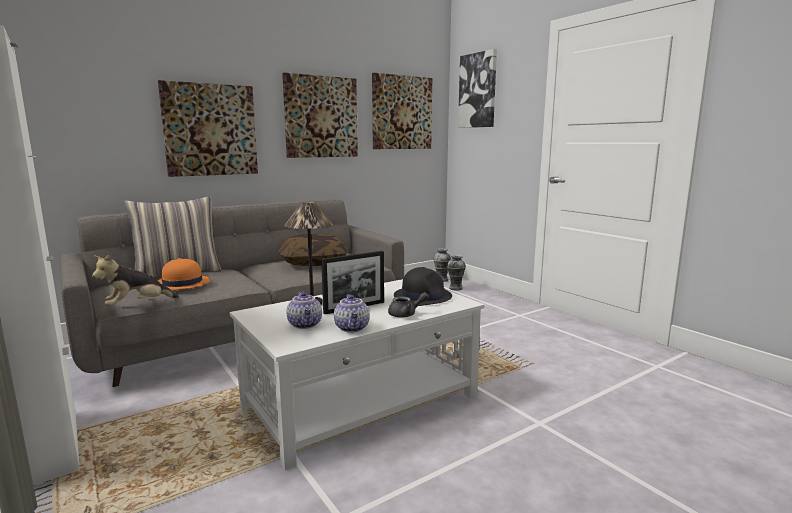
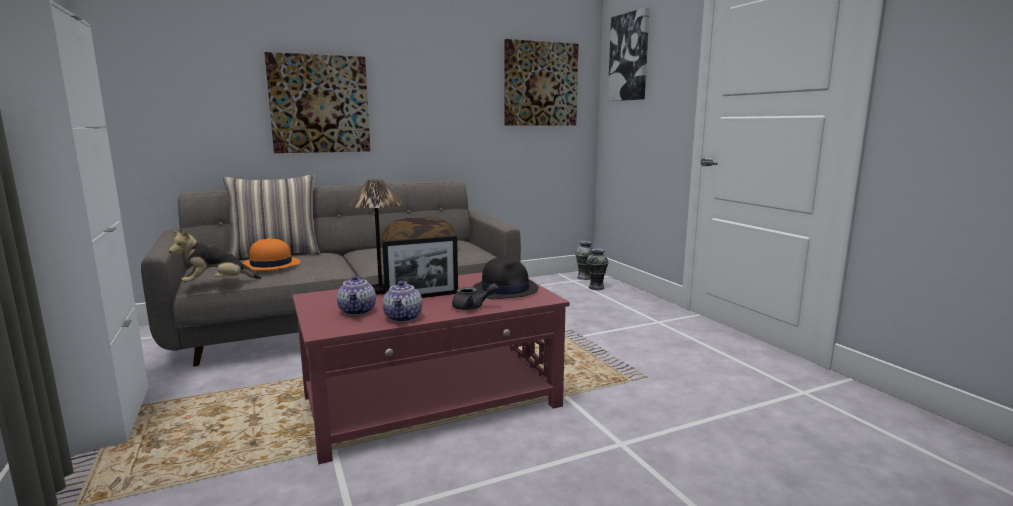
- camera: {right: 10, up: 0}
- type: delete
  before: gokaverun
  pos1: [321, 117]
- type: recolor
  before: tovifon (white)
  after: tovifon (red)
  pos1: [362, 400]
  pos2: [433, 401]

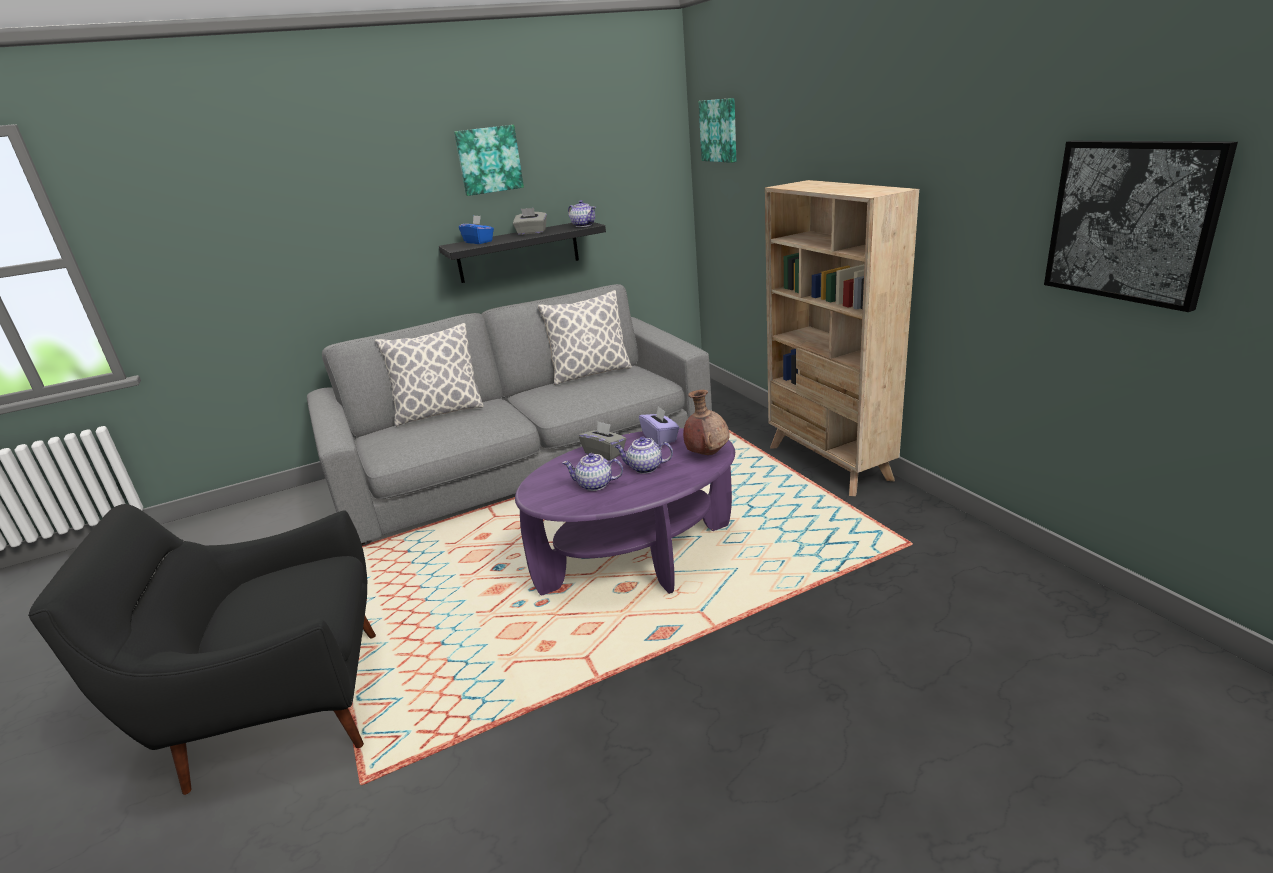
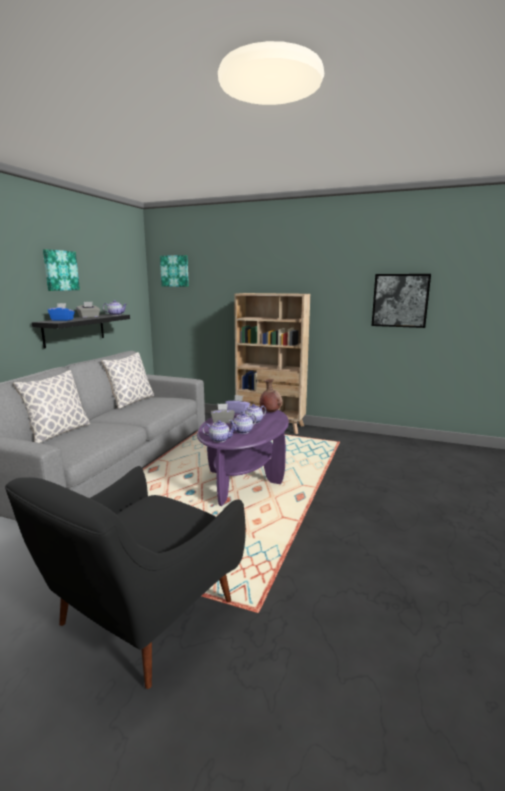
- camera: {right: -45, up: -10}
- type: insert
  after: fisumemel
  pos2: [219, 439]

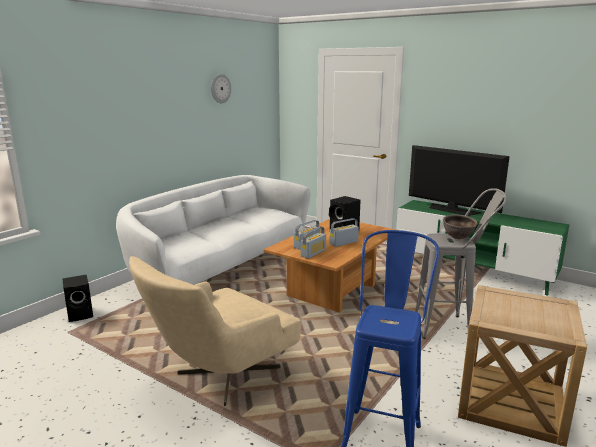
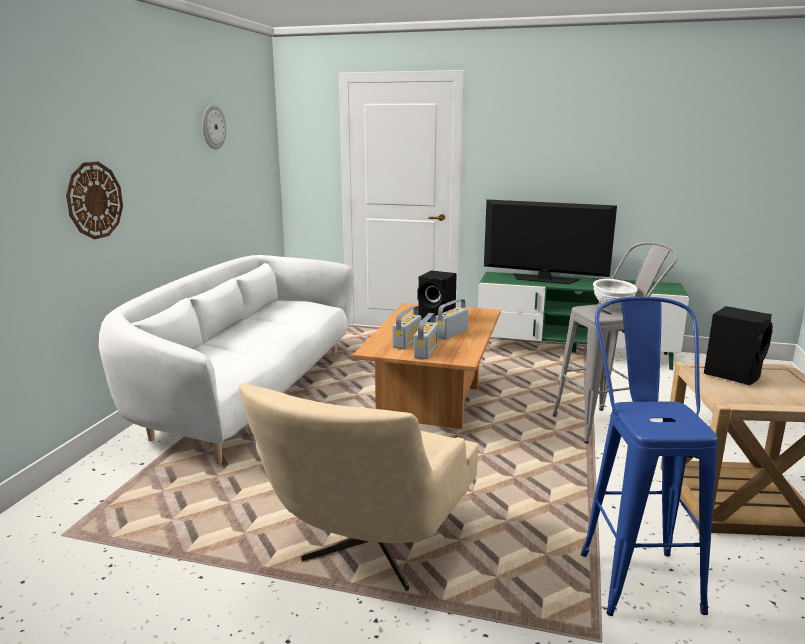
- camera: {right: -20, up: 0}
- type: recolor
  before: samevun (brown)
  after: samevun (white)
  pos1: [457, 238]
  pos2: [612, 308]
- type: move
  before: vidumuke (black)
  pos1: [81, 314]
  pos2: [733, 374]
- type: insert
  after: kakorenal
  pos2: [94, 200]

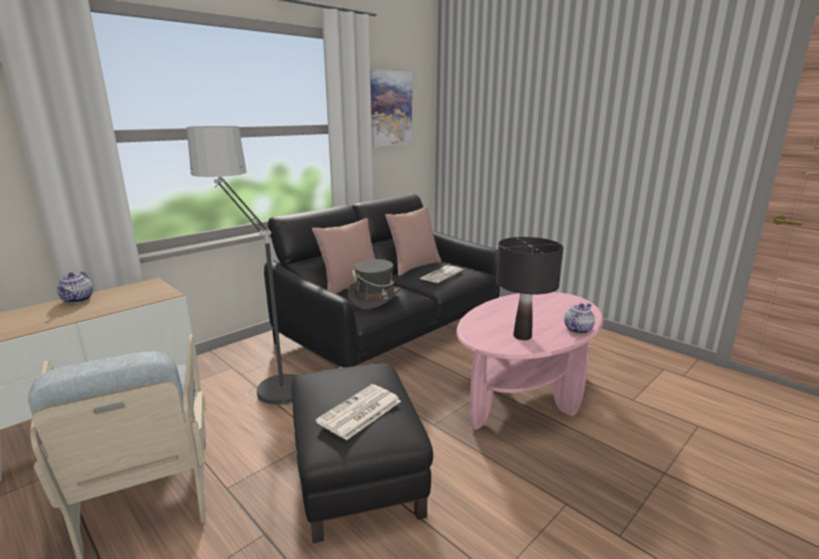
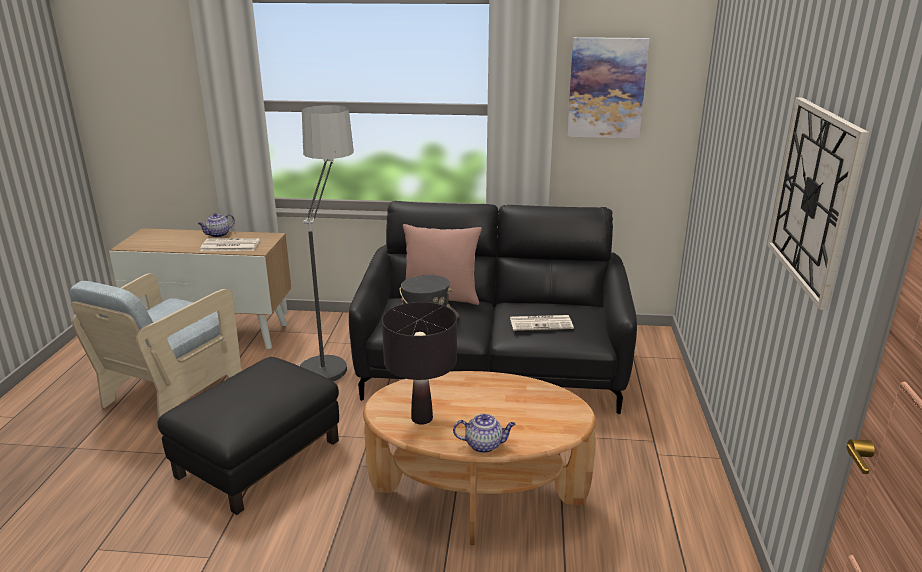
- camera: {right: 50, up: 5}
- type: delete
  before: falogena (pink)
  pos1: [414, 267]
- type: recolor
  before: tovifon (pink)
  after: tovifon (brown)
  pos1: [525, 393]
  pos2: [477, 497]
- type: move
  before: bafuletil
  pos1: [359, 412]
  pos2: [229, 246]
- type: insert
  after: kakorenal
  pos2: [814, 197]

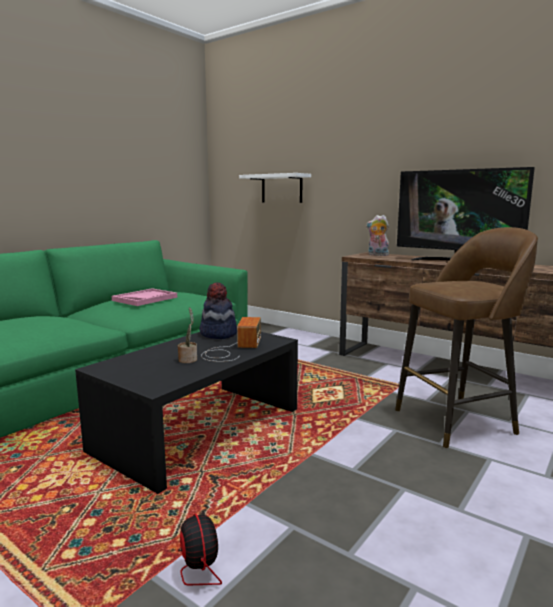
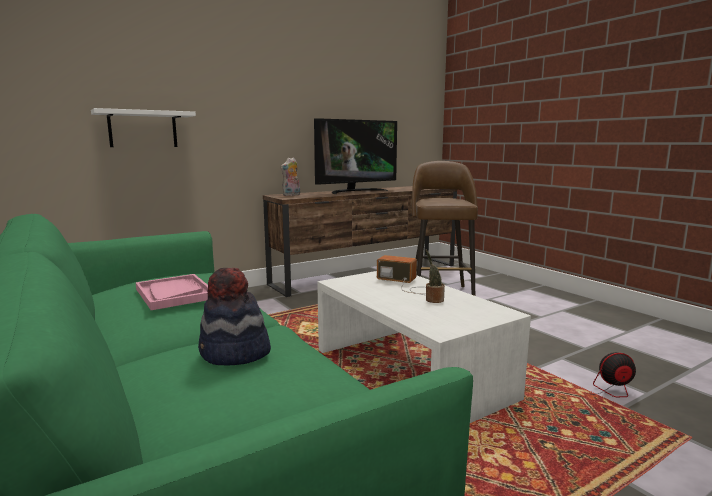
- camera: {right: -70, up: 0}
- type: move
  before: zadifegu
  pos1: [218, 334]
  pos2: [234, 354]
- type: recolor
  before: tovifon (black)
  after: tovifon (white)
  pos1: [199, 428]
  pos2: [409, 373]

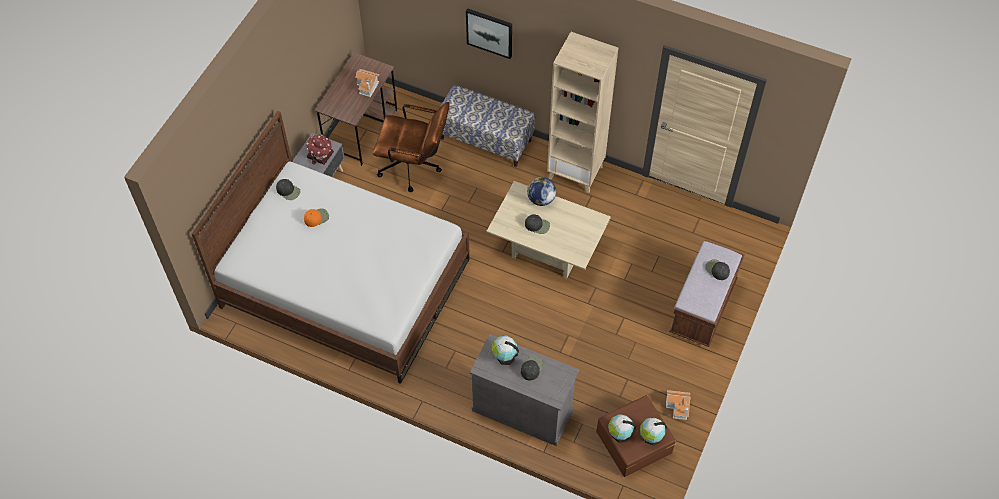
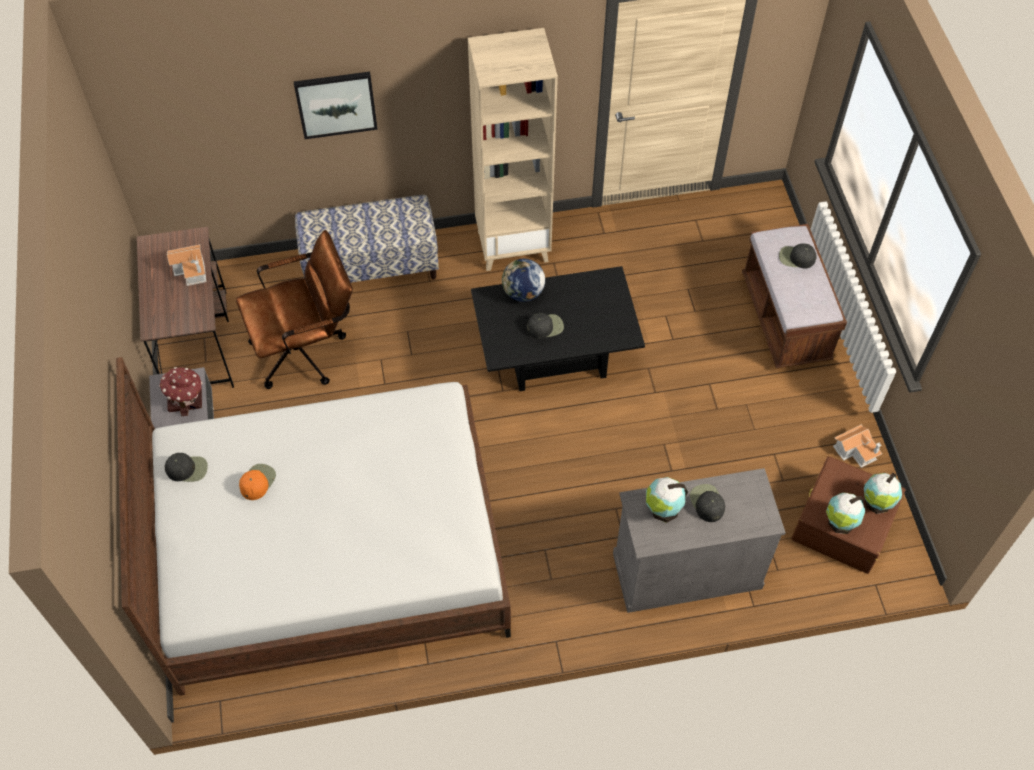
- camera: {right: -35, up: 0}
- type: recolor
  before: tovifon (beige)
  after: tovifon (black)
  pos1: [547, 250]
  pos2: [554, 357]

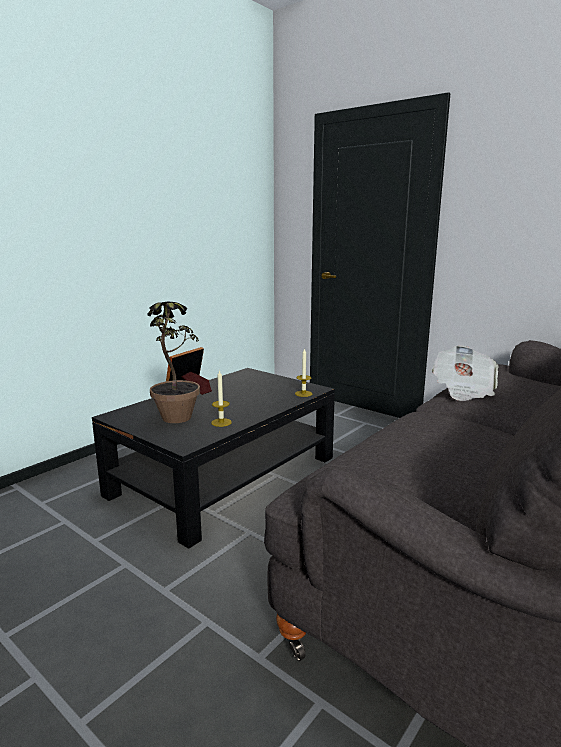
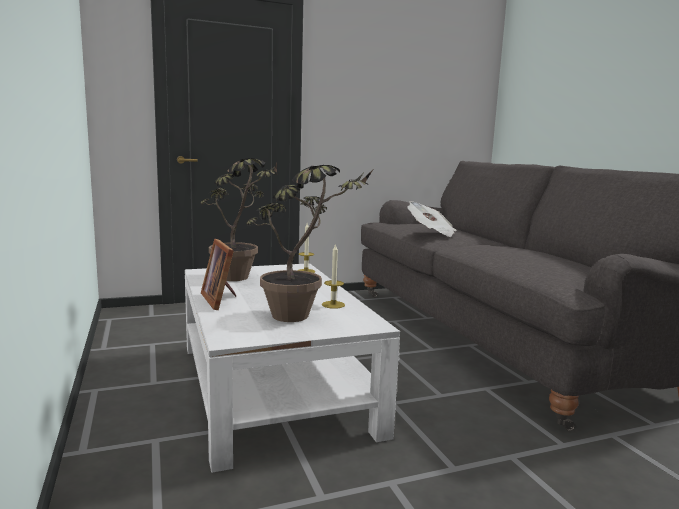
- camera: {right: -60, up: -5}
- type: recolor
  before: tovifon (black)
  after: tovifon (white)
  pos1: [224, 476]
  pos2: [273, 386]
- type: insert
  after: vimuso
  pos2: [240, 279]

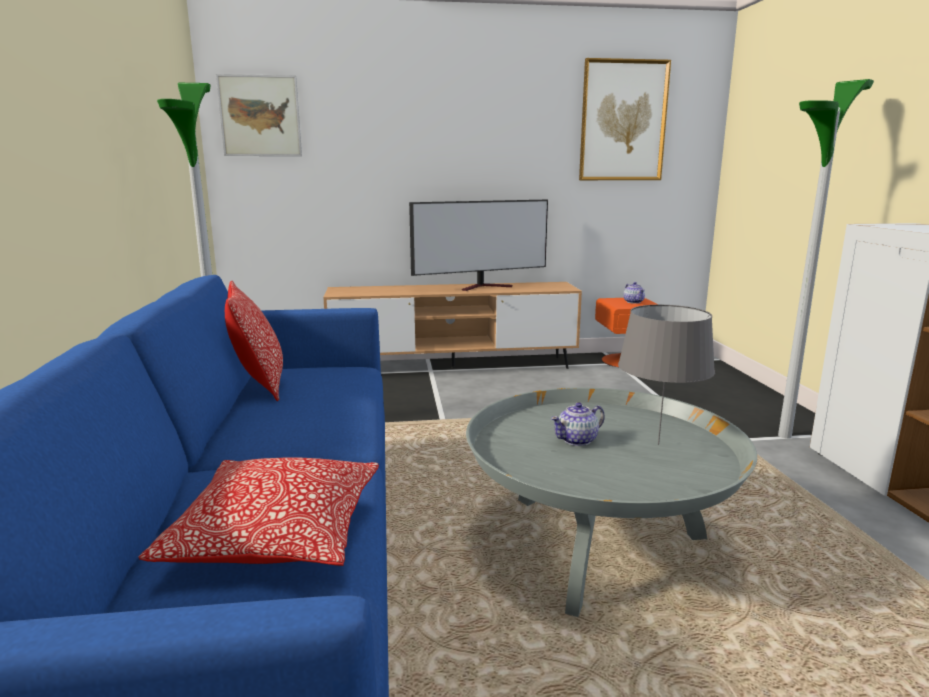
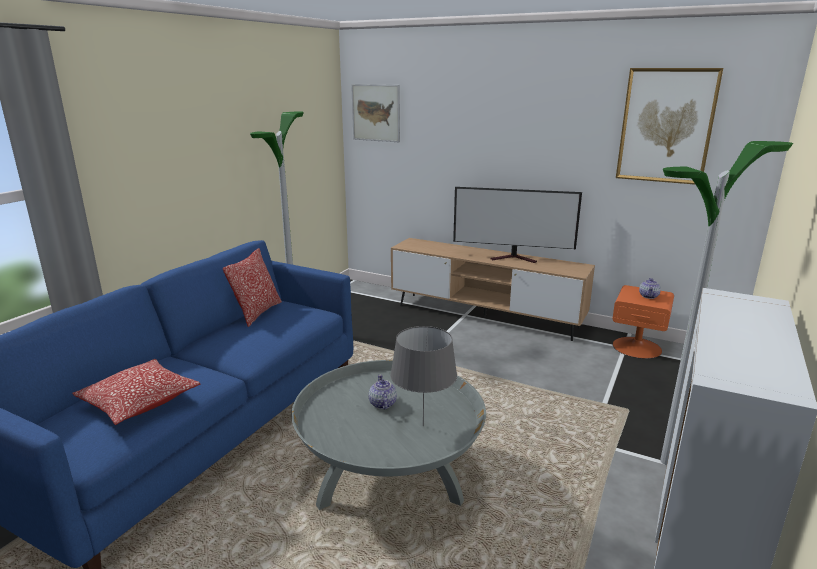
- camera: {right: 35, up: 5}
- type: rotate
  before: fisumemel
  pos1: [577, 440]
  pos2: [382, 404]
  turn: 75

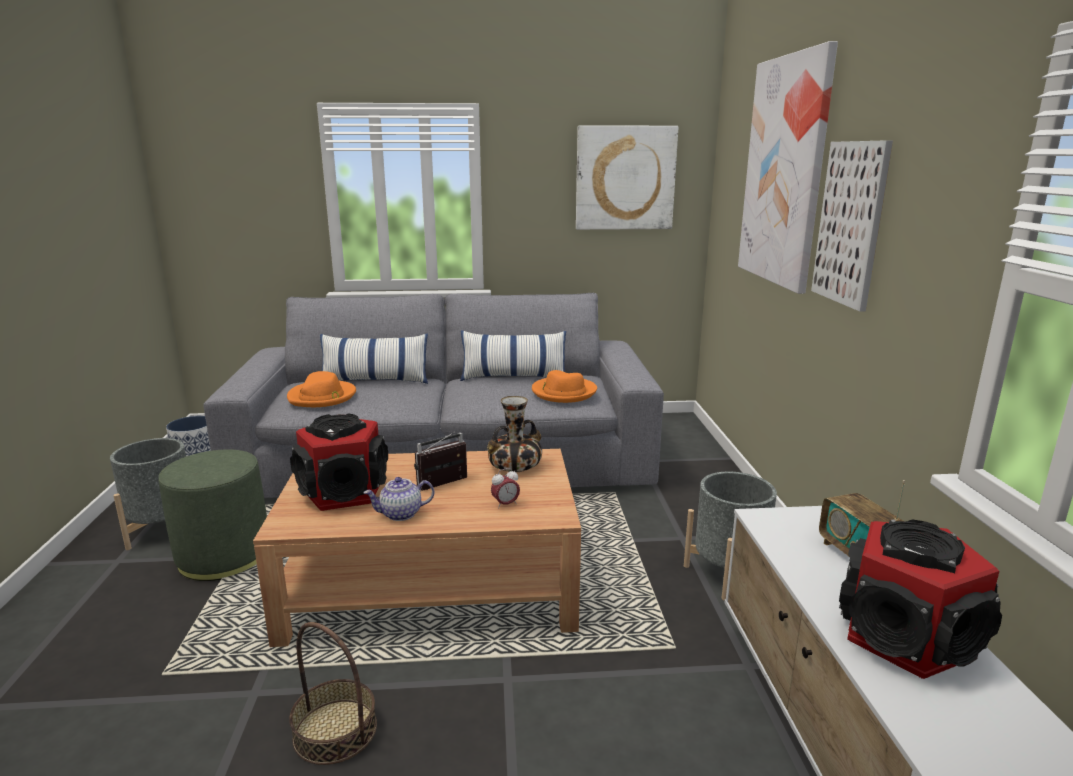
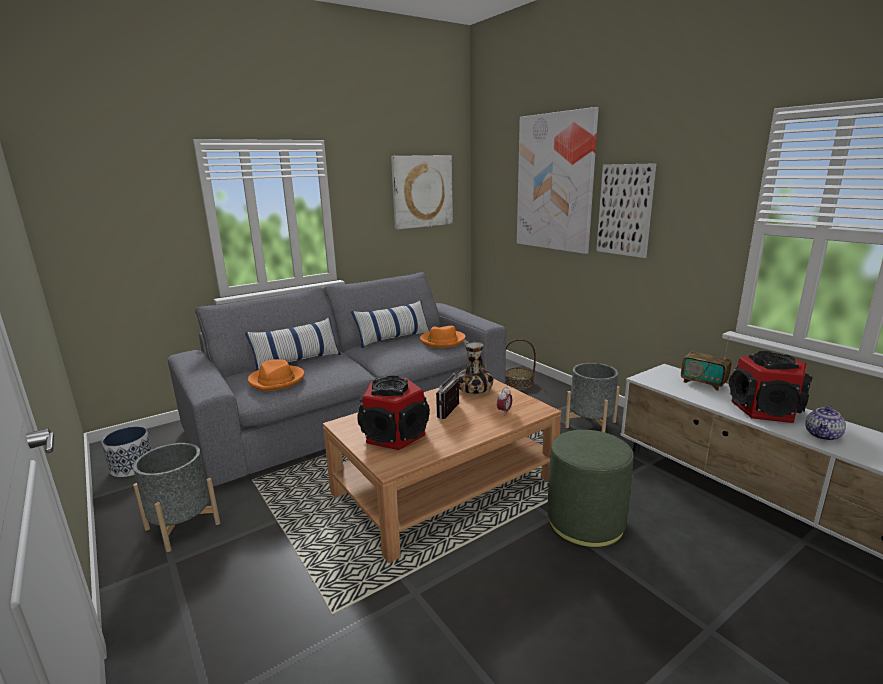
- camera: {right: -30, up: 0}
- type: move
  before: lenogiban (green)
  pos1: [224, 556]
  pos2: [585, 522]
- type: move
  before: fisumemel
  pos1: [400, 514]
  pos2: [823, 435]
- type: move
  before: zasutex
  pos1: [335, 731]
  pos2: [518, 382]

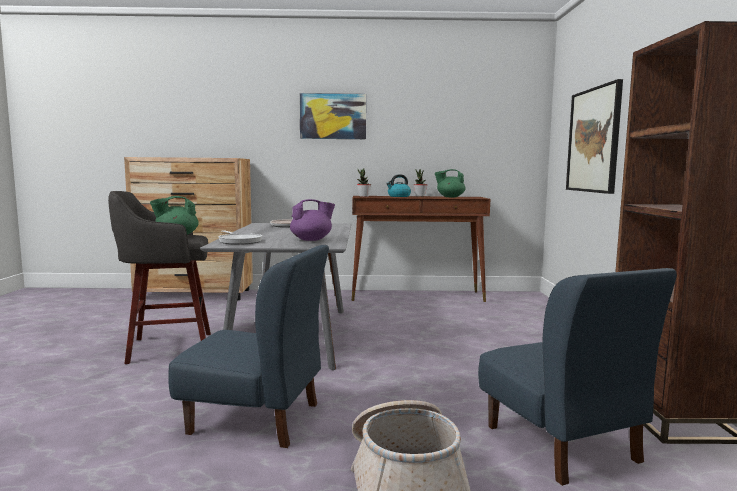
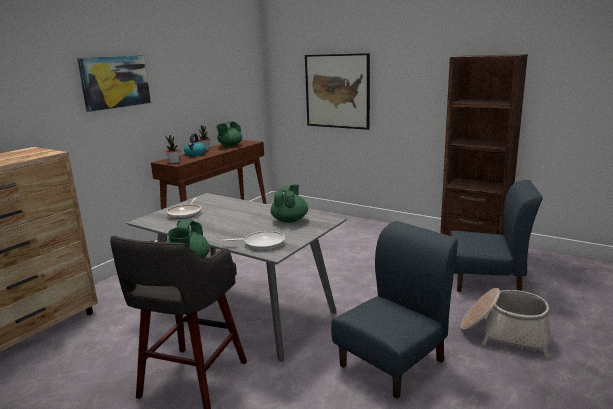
- camera: {right: -55, up: 10}
- type: recolor
  before: fisumemel (purple)
  after: fisumemel (green)
  pos1: [312, 240]
  pos2: [290, 220]

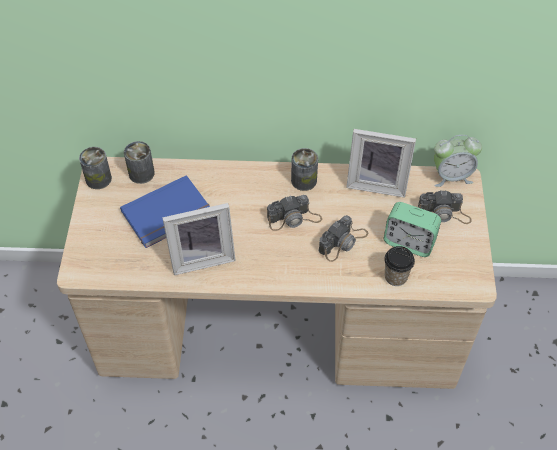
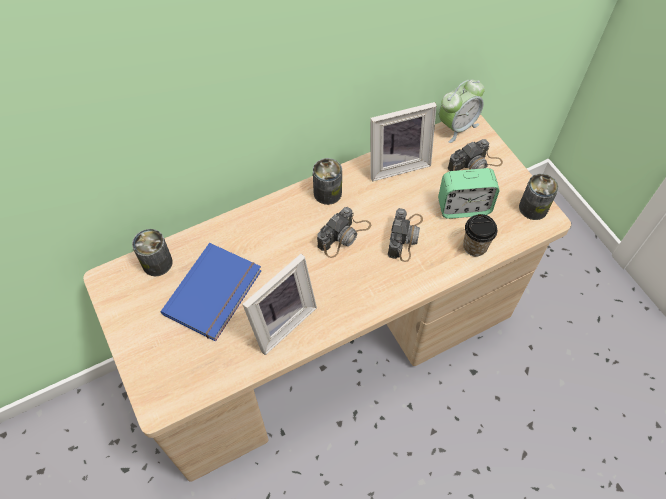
- camera: {right: -30, up: 5}
- type: move
  before: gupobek
  pos1: [98, 179]
  pos2: [533, 208]

